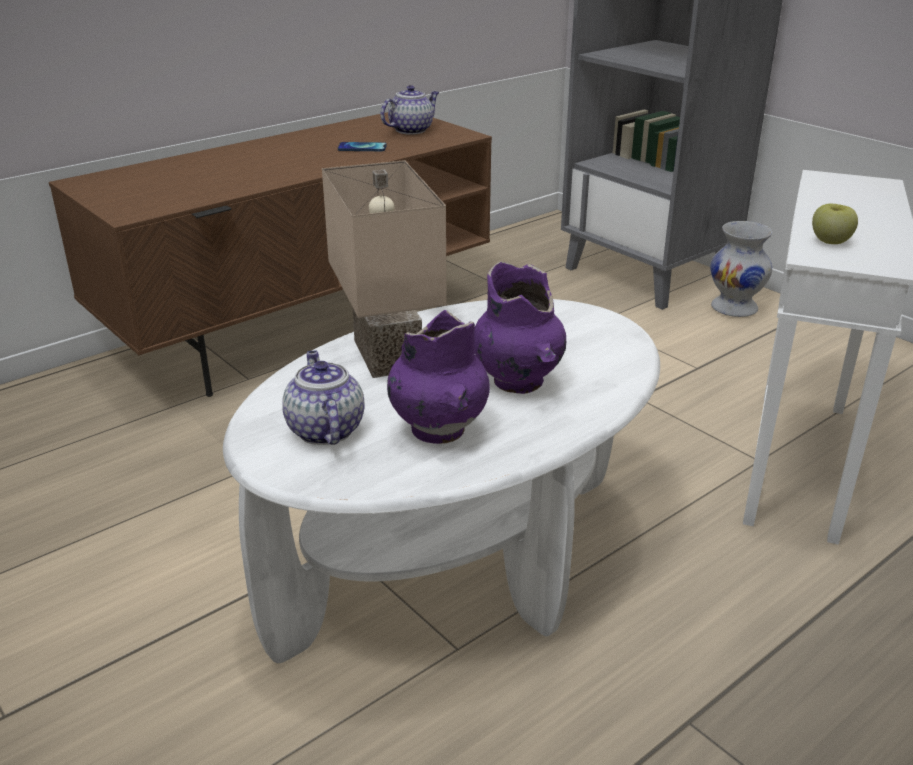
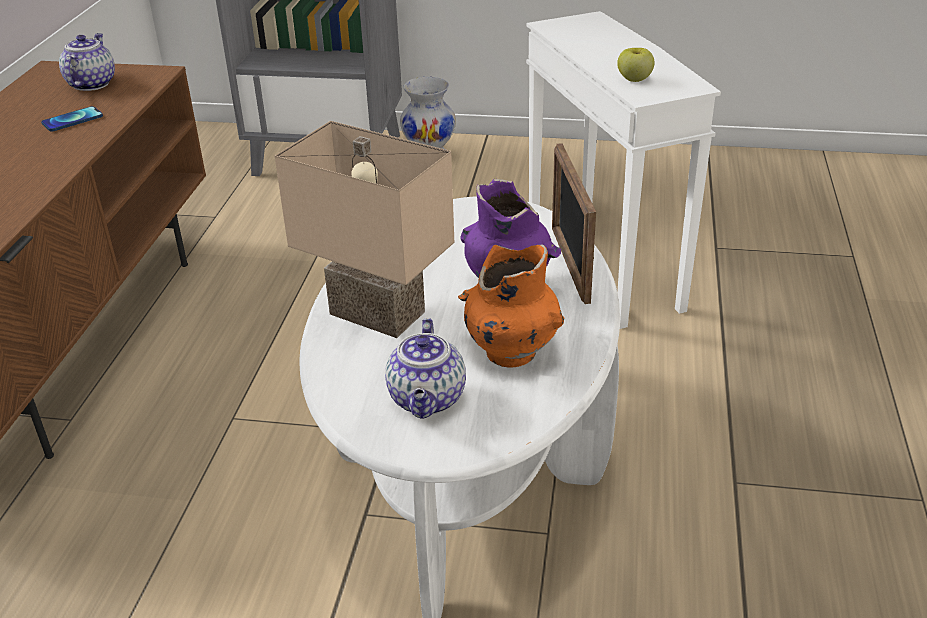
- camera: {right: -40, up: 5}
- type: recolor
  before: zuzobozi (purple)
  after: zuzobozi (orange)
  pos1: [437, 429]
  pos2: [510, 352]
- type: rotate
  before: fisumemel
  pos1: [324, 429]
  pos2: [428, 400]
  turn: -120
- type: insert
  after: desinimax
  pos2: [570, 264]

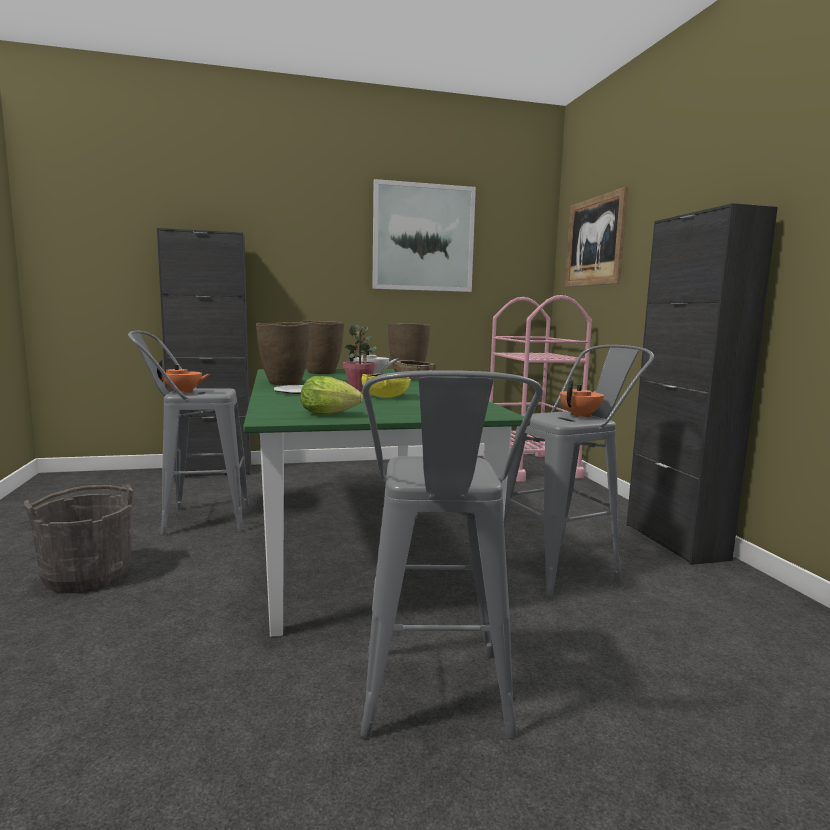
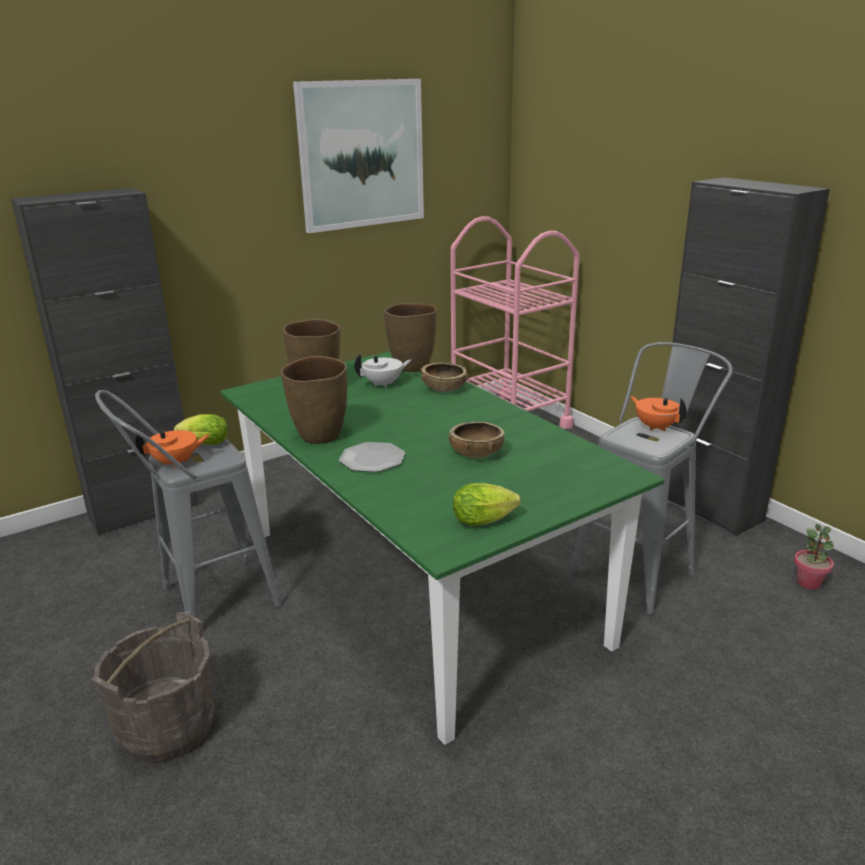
- camera: {right: -20, up: 15}
- type: delete
  before: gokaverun
  pos1: [595, 242]
- type: move
  before: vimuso
  pos1: [359, 389]
  pos2: [808, 583]
- type: delete
  before: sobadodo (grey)
  pos1: [434, 705]
- type: recolor
  before: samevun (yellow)
  after: samevun (brown)
  pos1: [385, 397]
  pos2: [476, 453]
- type: rotate
  before: fisumemel (orange)
  pos1: [581, 415]
  pos2: [655, 427]
  turn: -60
- type: insert
  after: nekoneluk
  pos2: [202, 444]

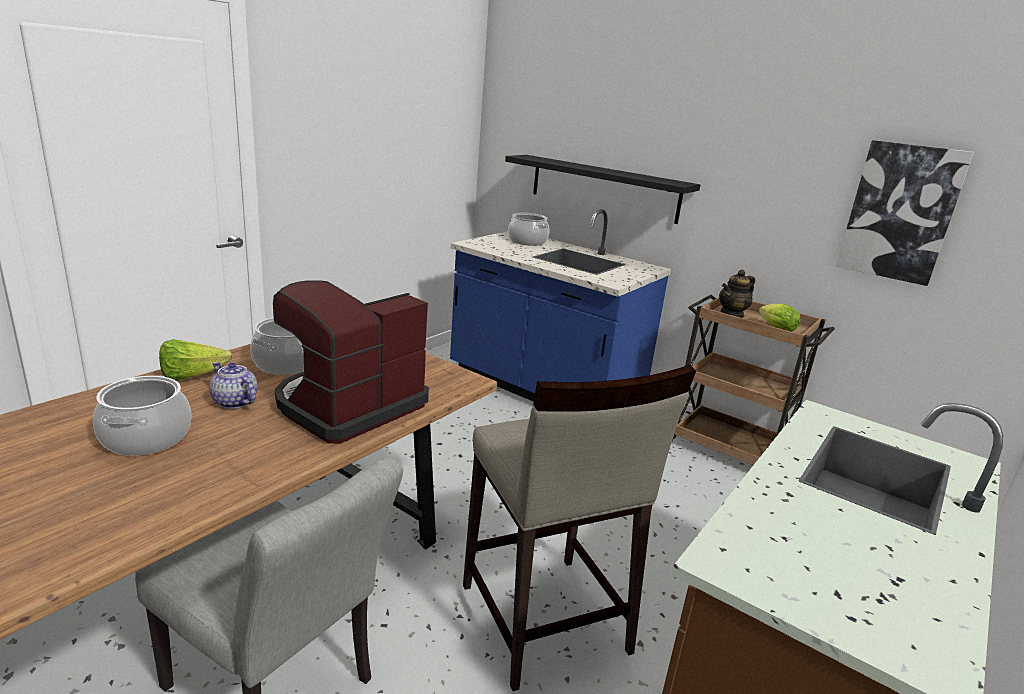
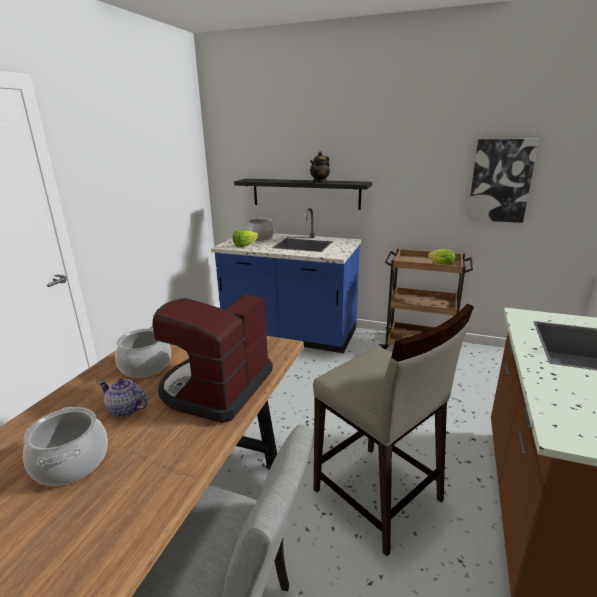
- camera: {right: -15, up: 0}
- type: move
  before: fisumemel
  pos1: [732, 314]
  pos2: [320, 182]
- type: move
  before: nekoneluk
  pos1: [192, 376]
  pos2: [245, 246]

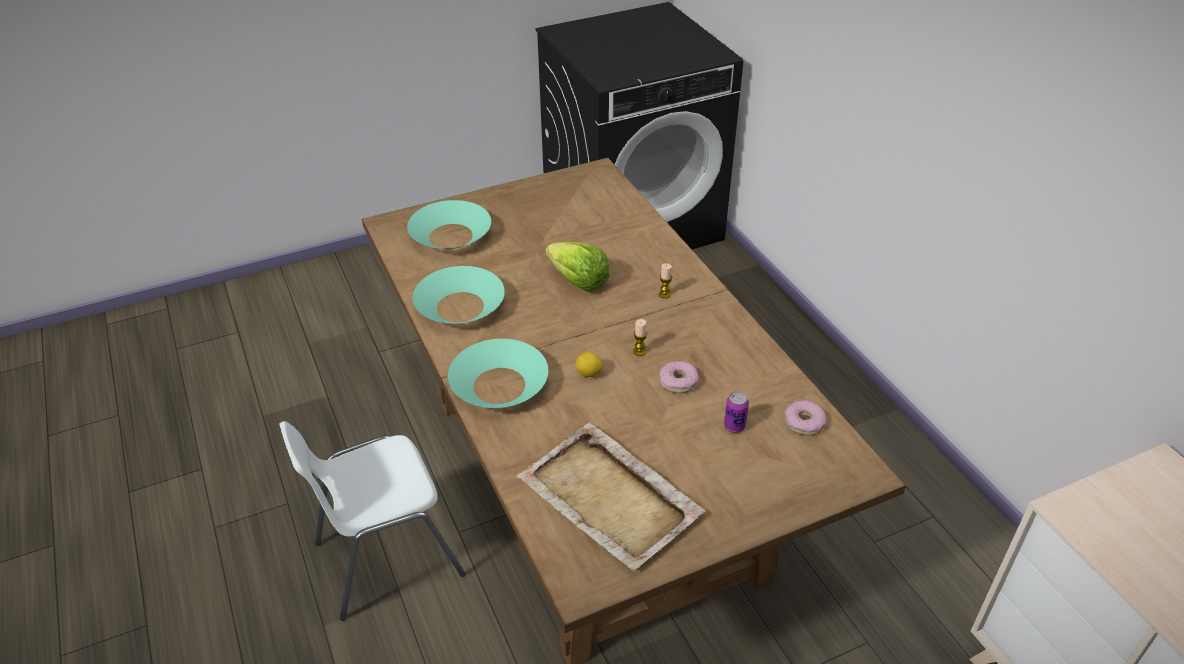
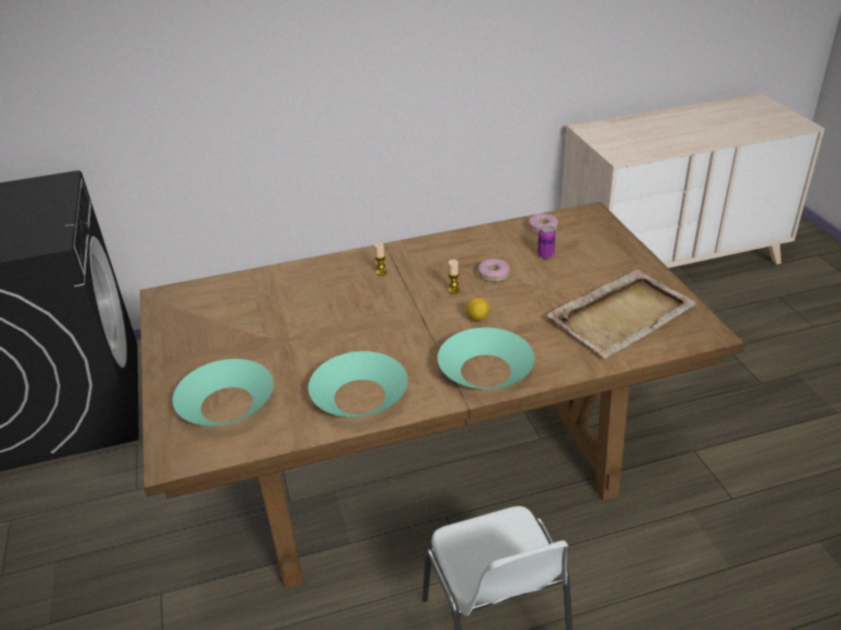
- camera: {right: -80, up: -5}
- type: delete
  before: nekoneluk
  pos1: [578, 281]

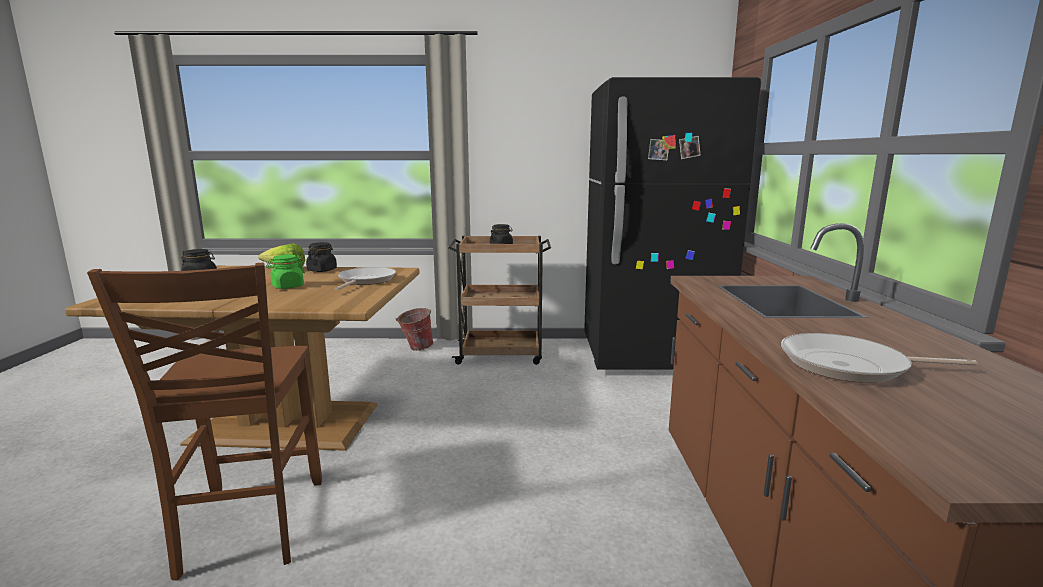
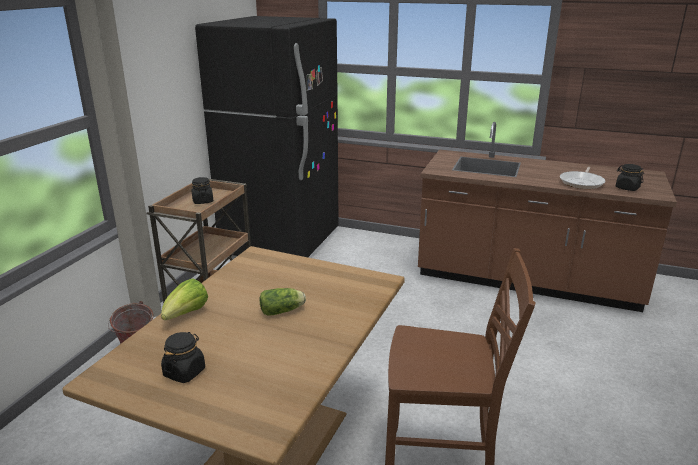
- camera: {right: -70, up: 10}
- type: move
  before: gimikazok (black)
  pos1: [322, 270]
  pos2: [627, 188]
- type: replace
  before: gimikazok (green)
  after: nekoneluk
  pos1: [287, 286]
  pos2: [283, 311]
- type: delete
  before: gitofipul
  pos1: [365, 281]

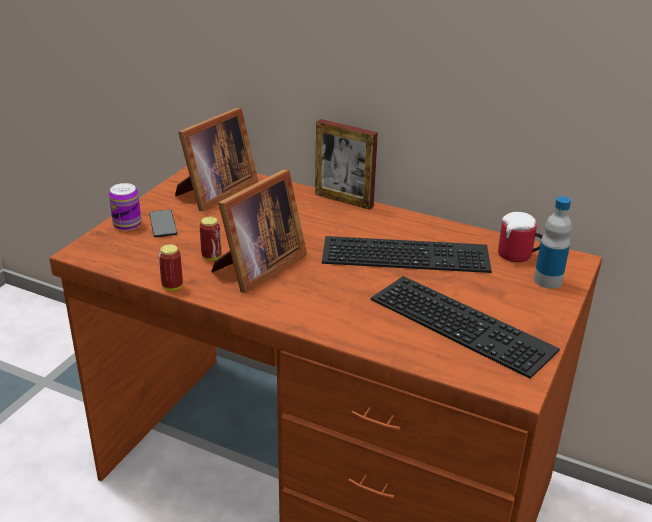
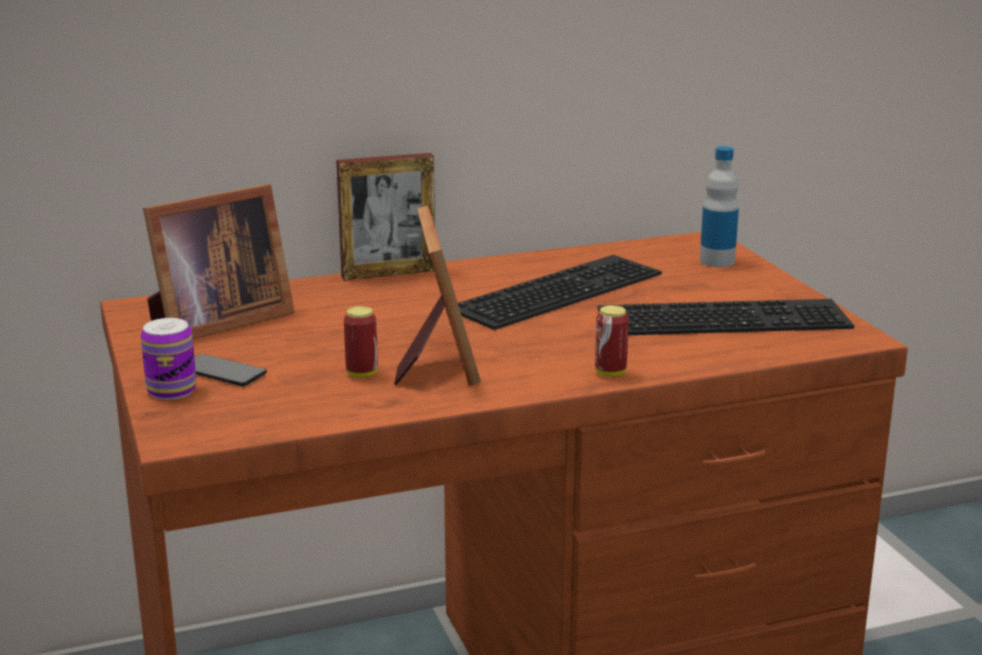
- camera: {right: -45, up: -10}
- type: rotate
  before: desinimax
  pos1: [214, 193]
  pos2: [215, 321]
  turn: 60
- type: delete
  before: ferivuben
  pos1: [518, 256]
- type: move
  before: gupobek
  pos1: [172, 287]
  pos2: [610, 373]

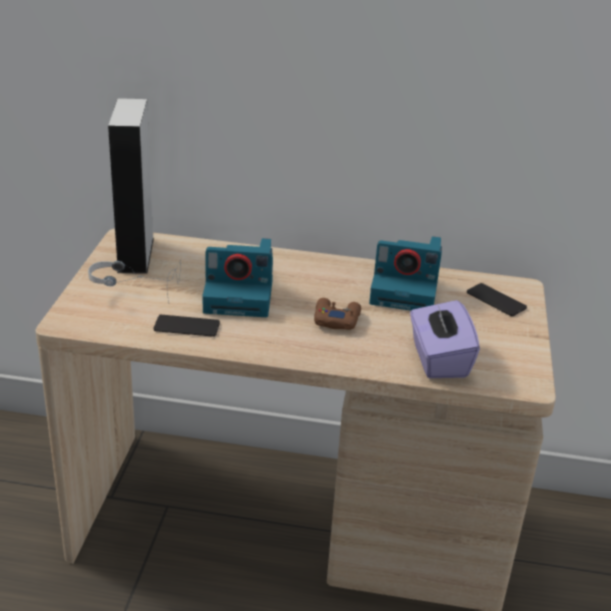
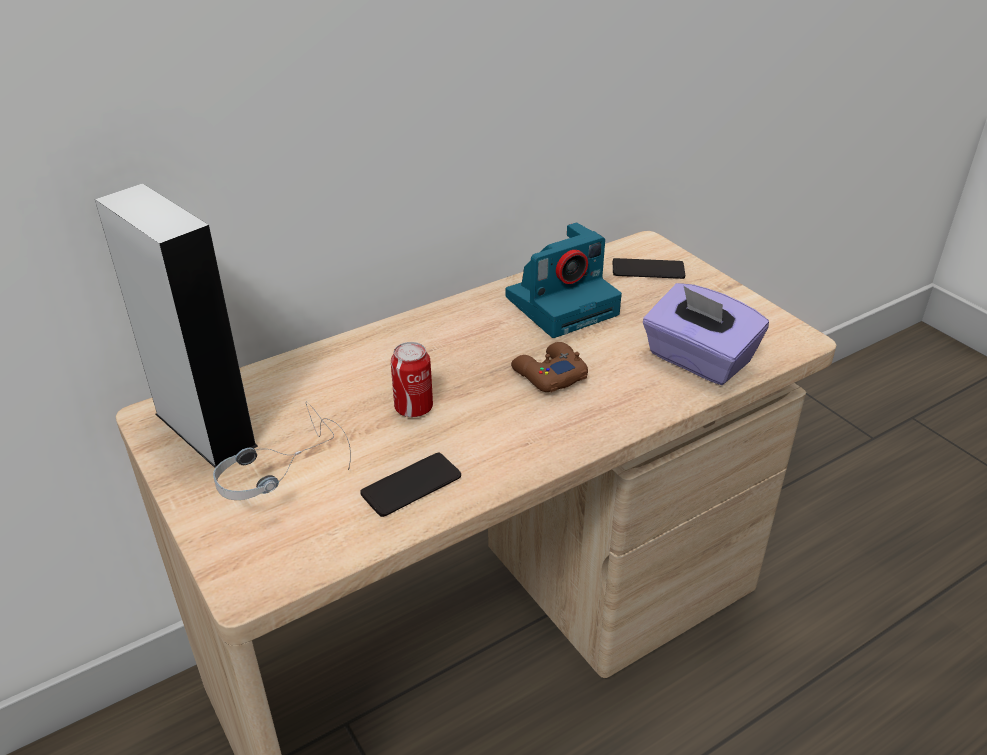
- camera: {right: -40, up: 5}
- type: replace
  before: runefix
  after: gupobek
  pos1: [241, 296]
  pos2: [413, 408]

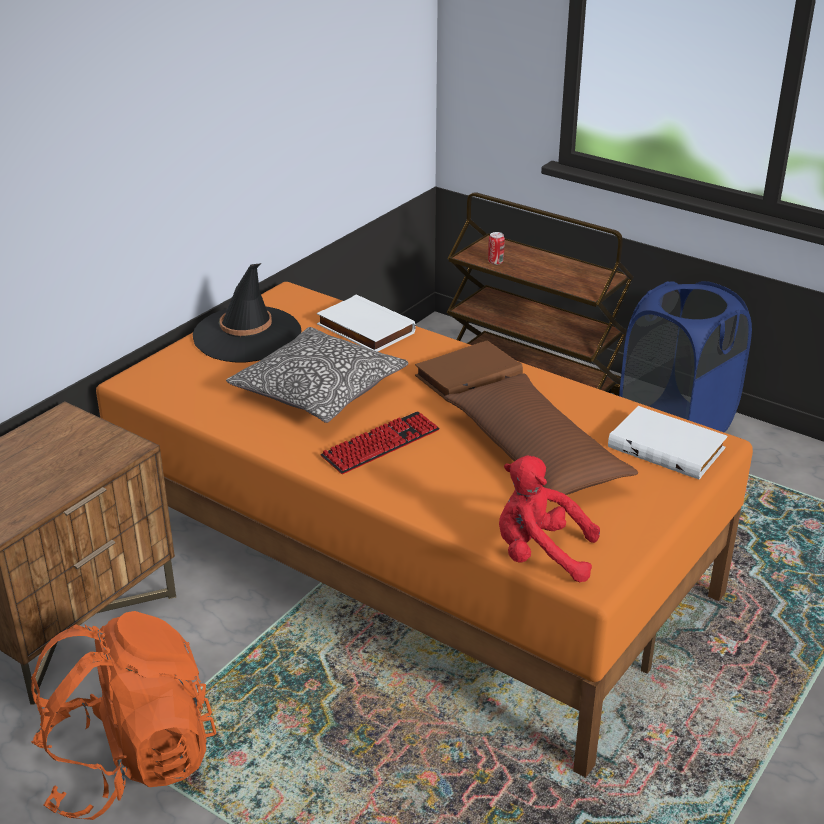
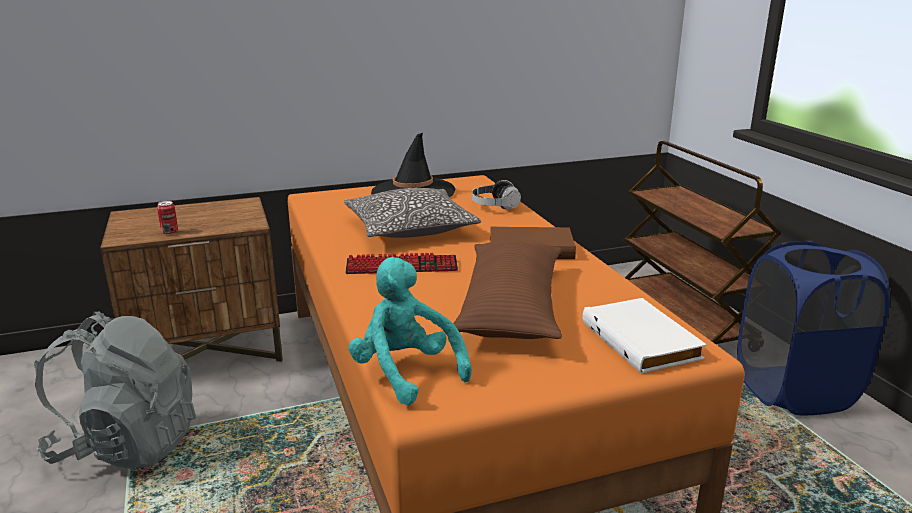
- camera: {right: 35, up: -10}
- type: move
  before: gupobek
  pos1: [495, 262]
  pos2: [170, 232]
- type: replace
  before: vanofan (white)
  after: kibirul
  pos1: [363, 329]
  pos2: [495, 206]
- type: recolor
  before: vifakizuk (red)
  after: vifakizuk (turquoise)
  pos1: [540, 554]
  pos2: [405, 373]
- type: recolor
  before: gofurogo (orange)
  after: gofurogo (grey)
  pos1: [129, 763]
  pos2: [127, 445]

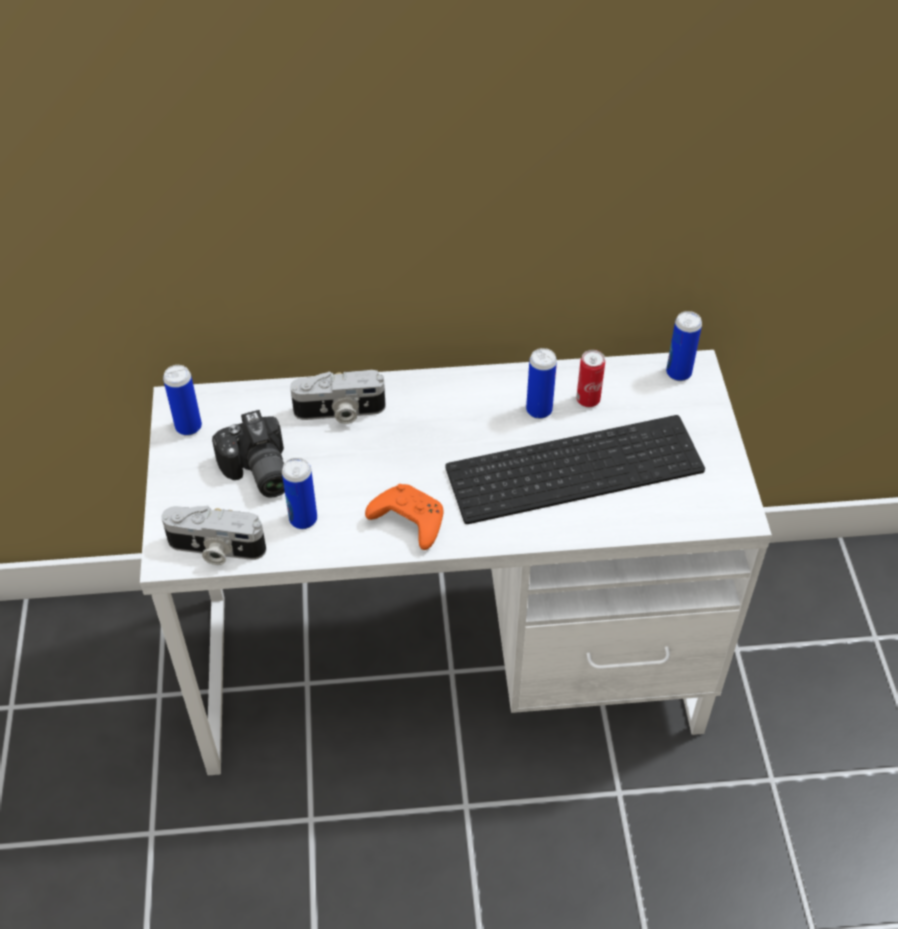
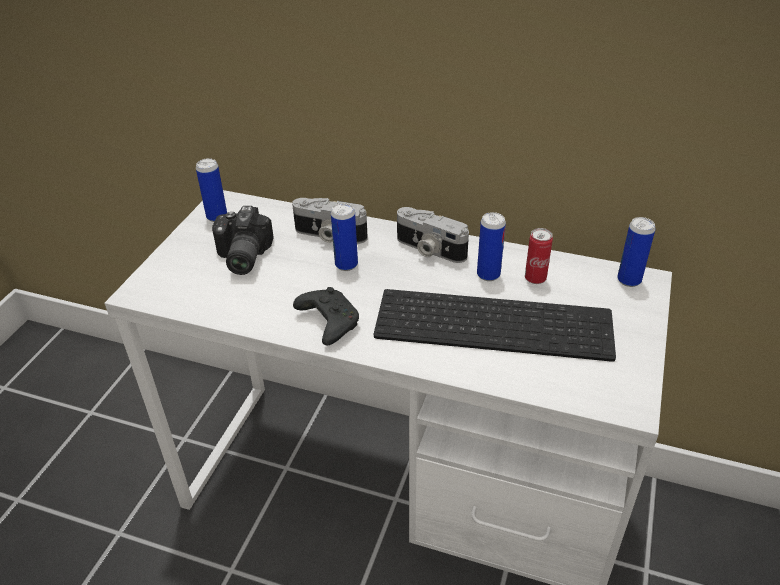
- camera: {right: 25, up: -10}
- type: move
  before: gupobek
  pos1: [303, 519]
  pos2: [346, 265]
- type: recolor
  before: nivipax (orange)
  after: nivipax (black)
  pos1: [407, 522]
  pos2: [328, 322]
- type: move
  before: runefix
  pos1: [215, 549]
  pos2: [429, 249]

